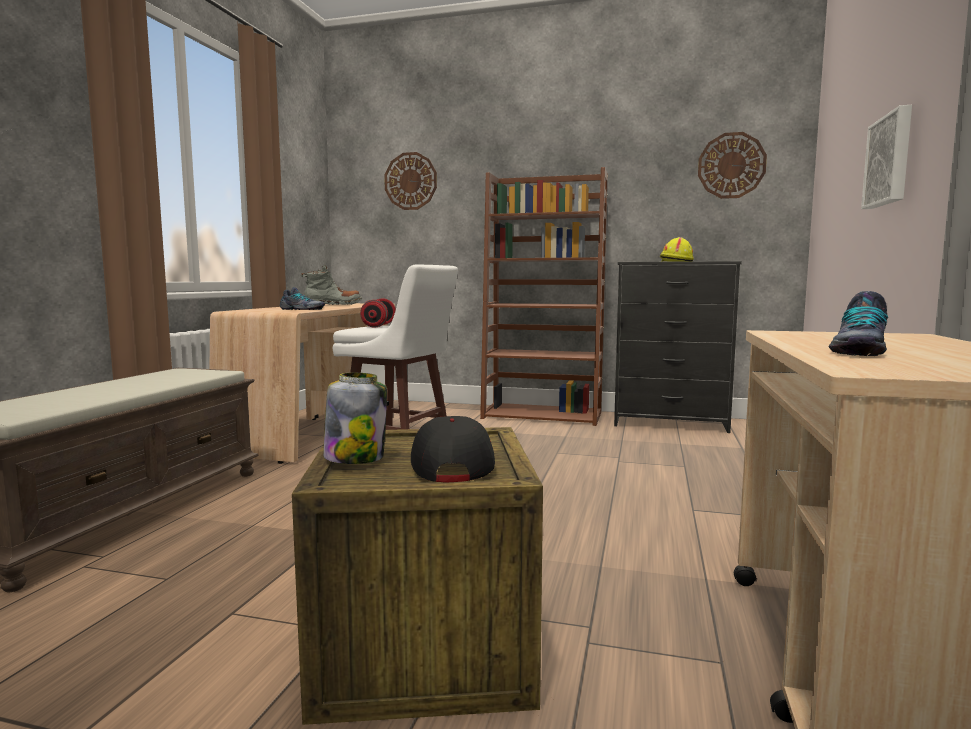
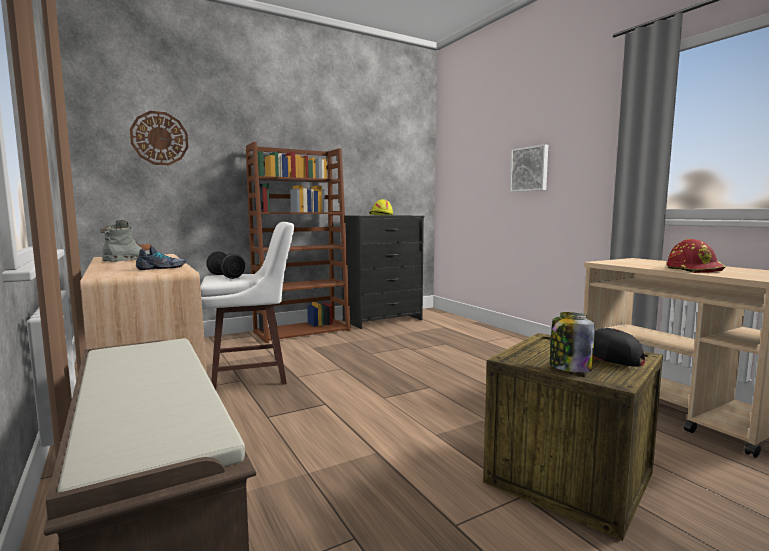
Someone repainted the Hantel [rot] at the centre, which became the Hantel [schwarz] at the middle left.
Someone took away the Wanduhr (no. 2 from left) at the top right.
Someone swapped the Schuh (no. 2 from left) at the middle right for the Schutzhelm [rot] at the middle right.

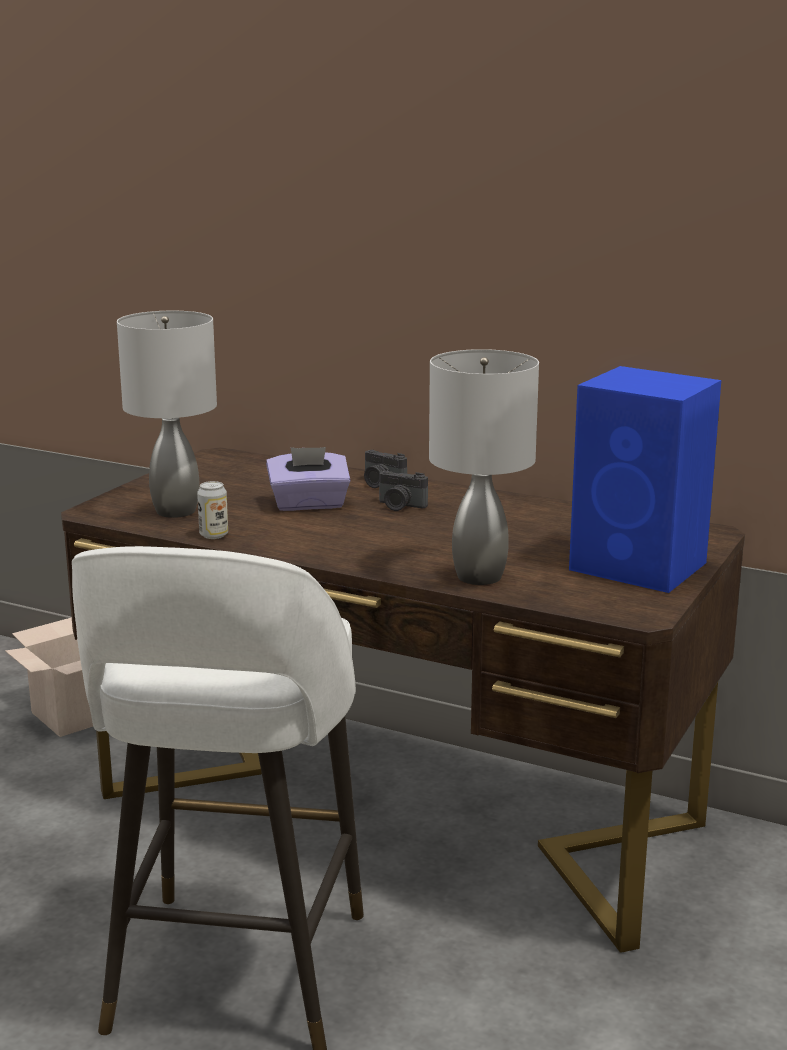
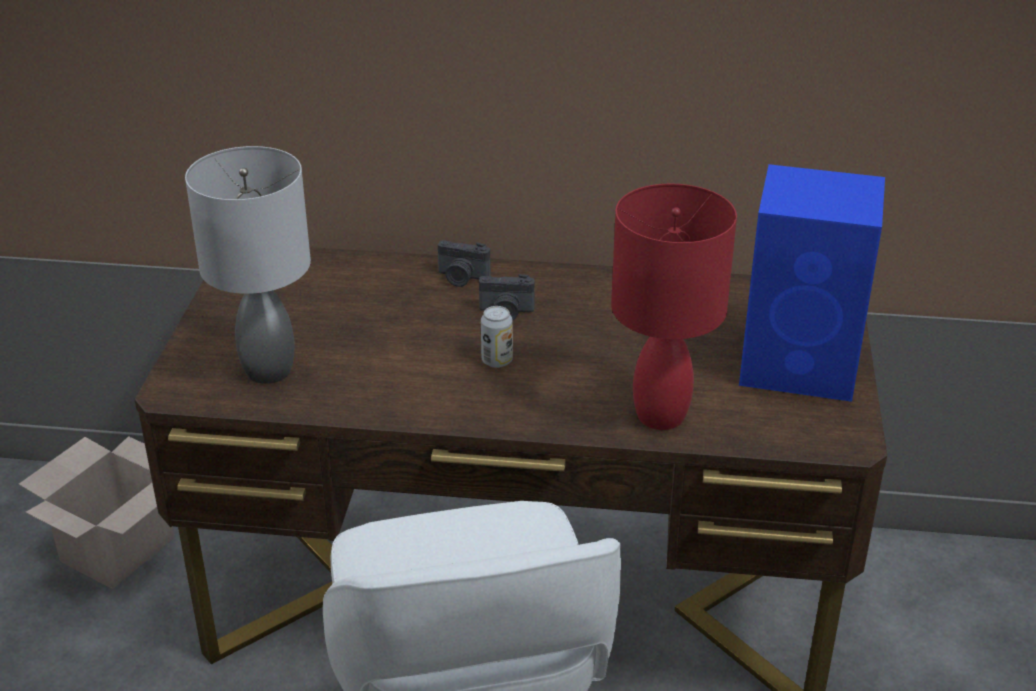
Someone carried the Dose from the middle left to the centre.
Someone took away the Taschentuchbox [lila] at the centre.
Someone repainted the Tischlampe [grau] (no. 2 from left) at the centre, which became the Tischlampe [rot] at the centre.

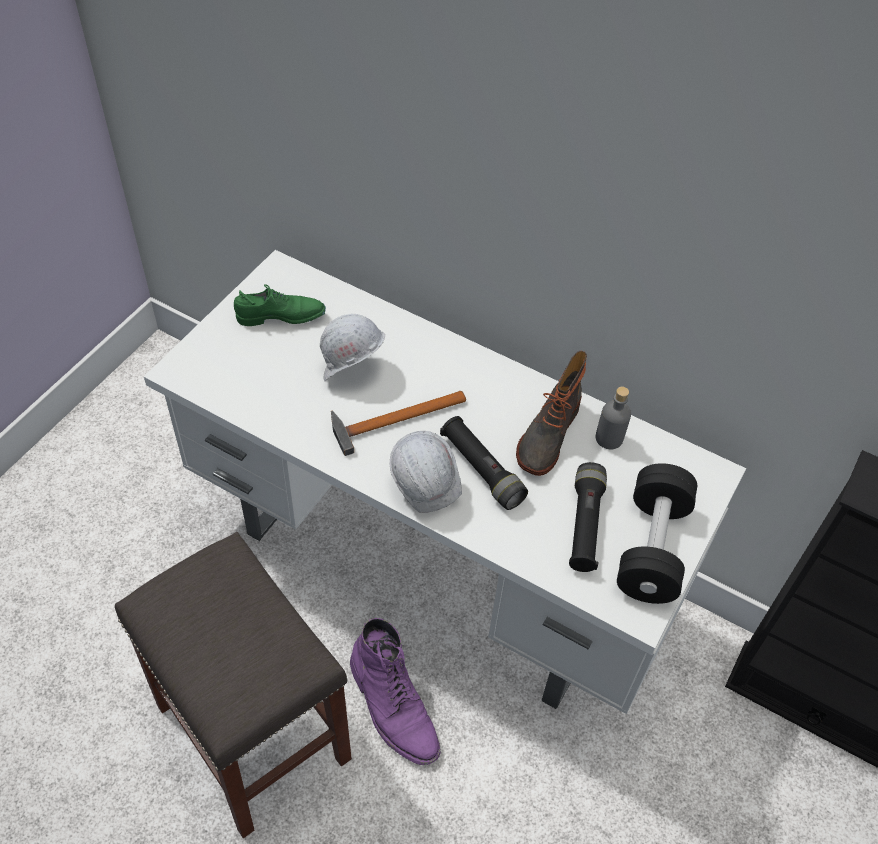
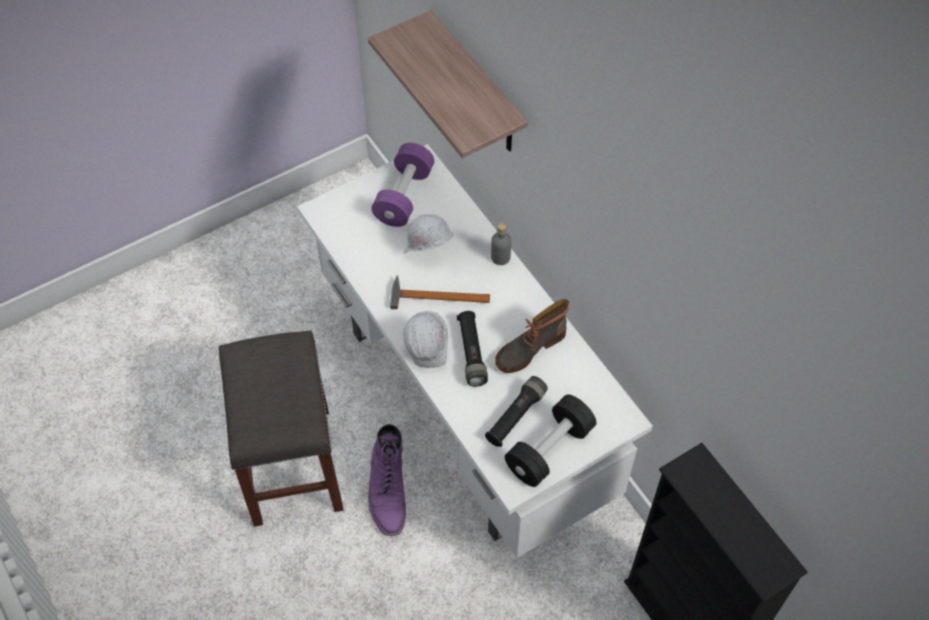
Someone swapped the Schuh [grün] at the middle left for the Hantel [lila] at the top centre.
Someone carried the Flasche [grau] from the middle right to the centre.
Someone put up the Wandregal at the top centre.

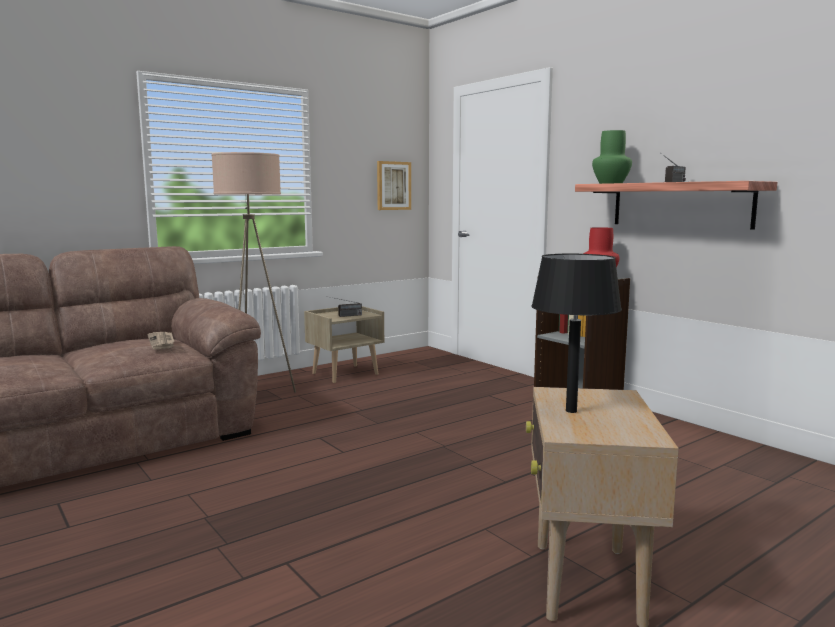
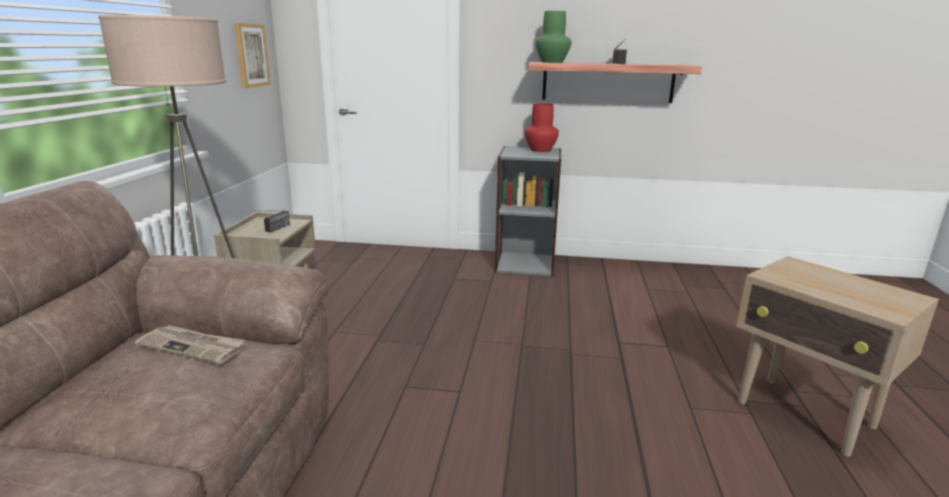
Someone took away the Tischlampe [schwarz] at the middle right.

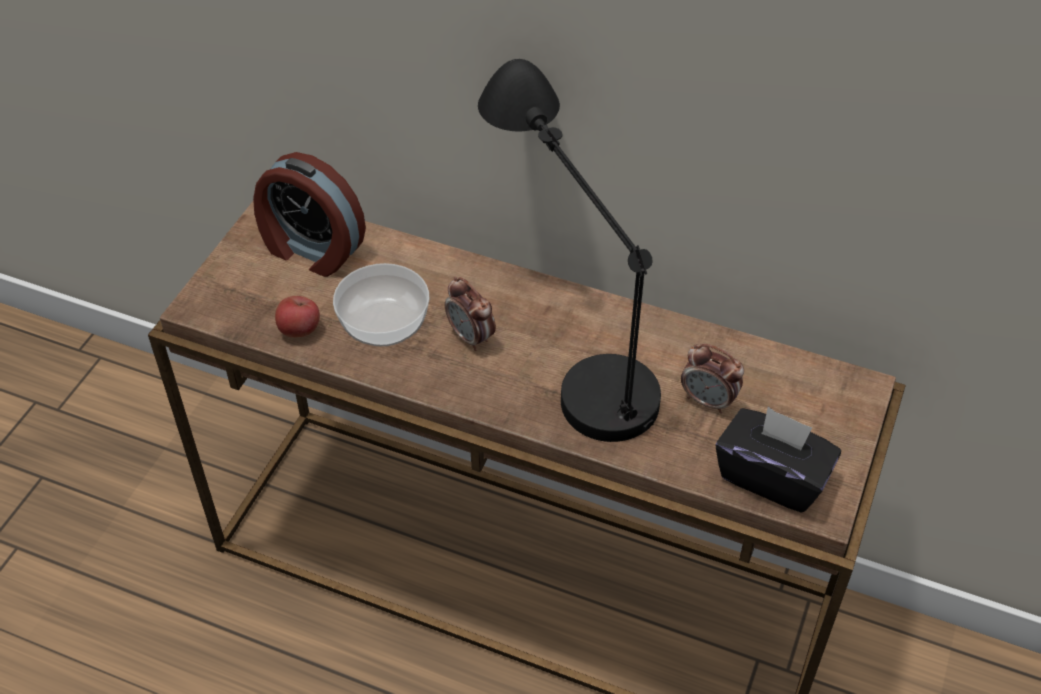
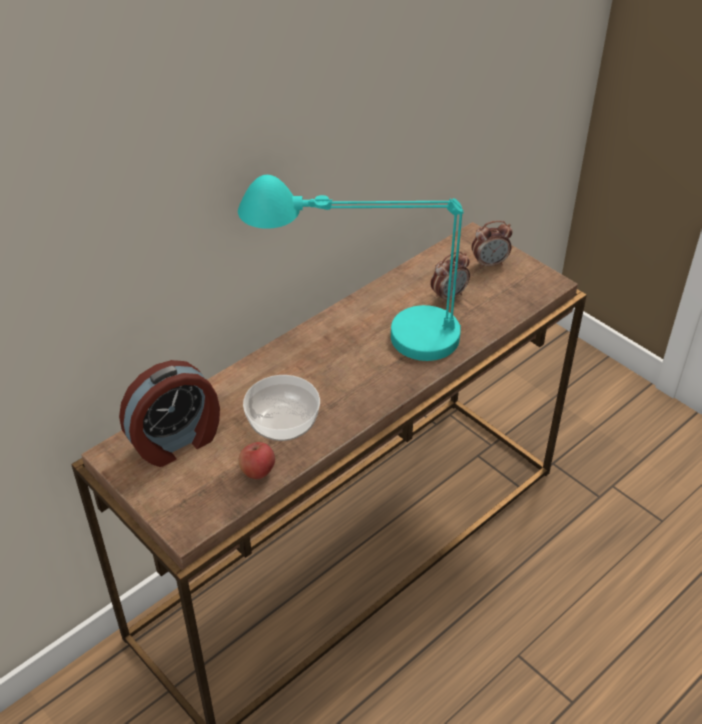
Someone carried the Wecker (no. 2 from left in the first image) from the centre to the middle right.
Someone repainted the Tischlampe [schwarz] at the centre, which became the Tischlampe [türkis] at the centre.
Someone took away the Taschentuchbox [schwarz] at the middle right.

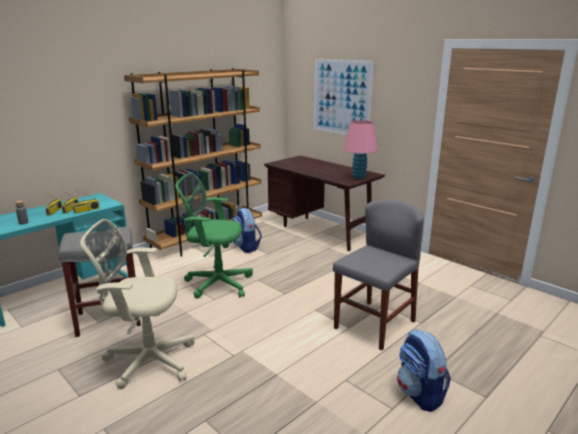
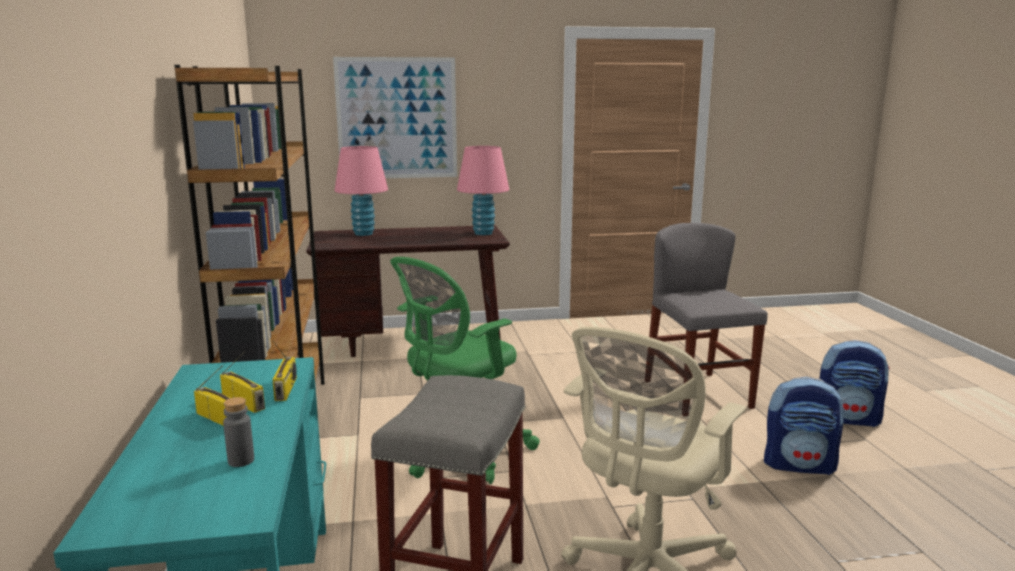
Someone carried the Rucksack (no. 1 from left) from the centre to the bottom right.
Someone put down the Tischlampe [rosa] (no. 1 from left) at the centre.

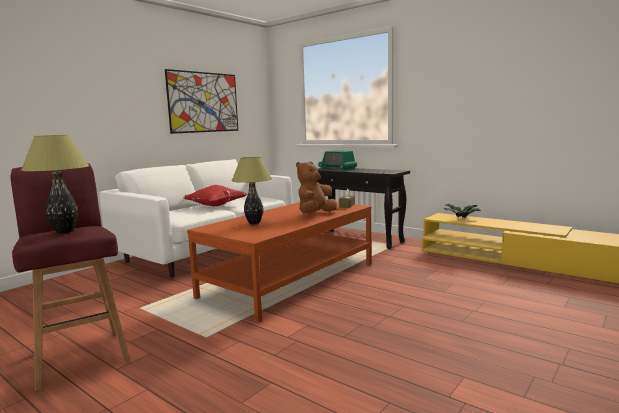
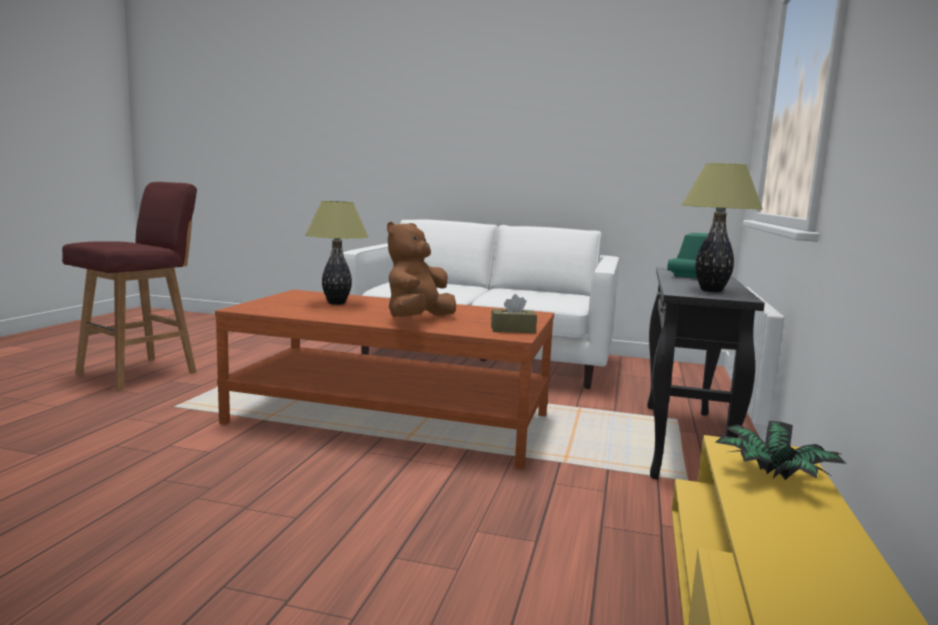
Someone carried the Tischlampe (no. 1 from left in the first image) from the middle left to the middle right.
Someone took away the Bild at the top left.
Someone took away the Kissen [rot] at the centre.
Someone rotated the Plüschtier [braun] at the centre by 75 degrees counterclockwise.

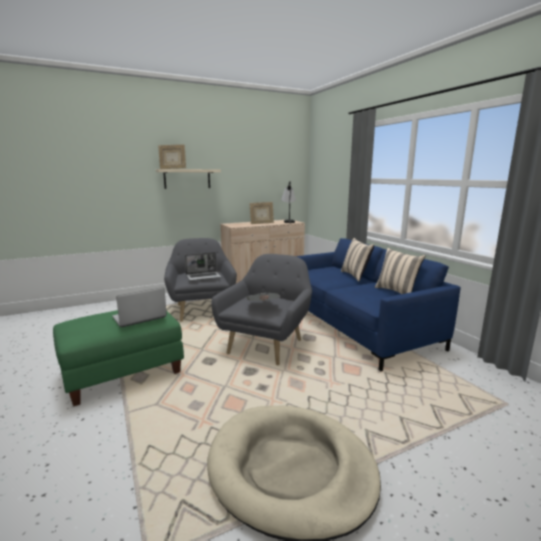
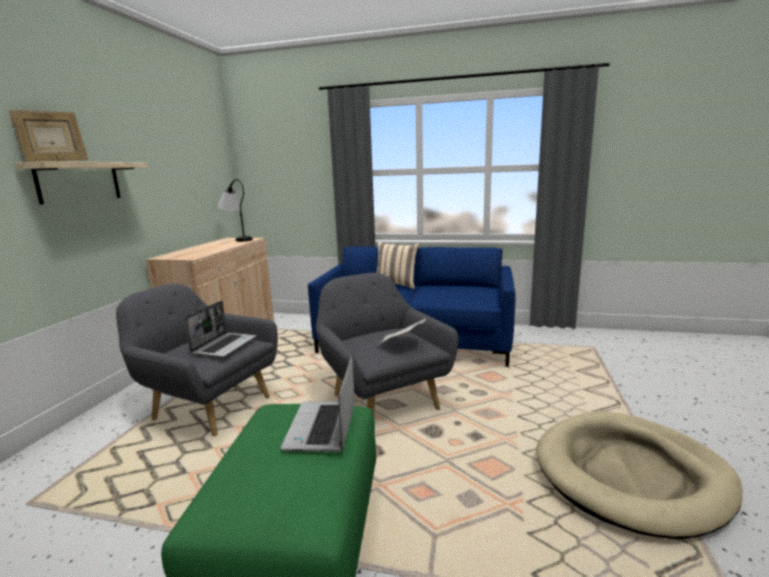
Someone took away the Bilderrahmen (no. 2 from left) at the centre.
Someone took away the Kissen [beige] (no. 2 from left) at the middle right.

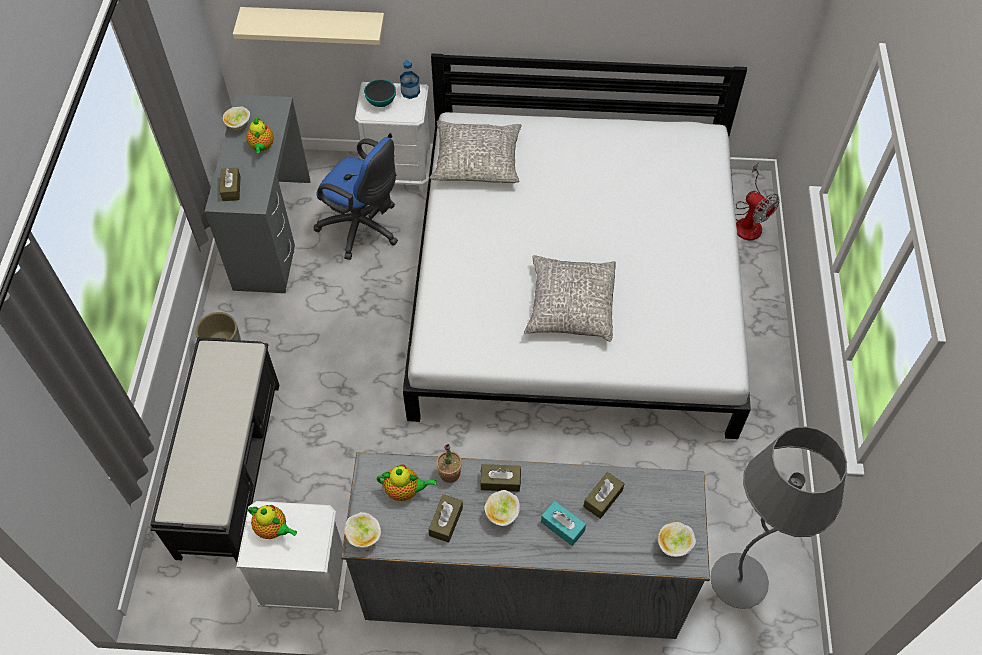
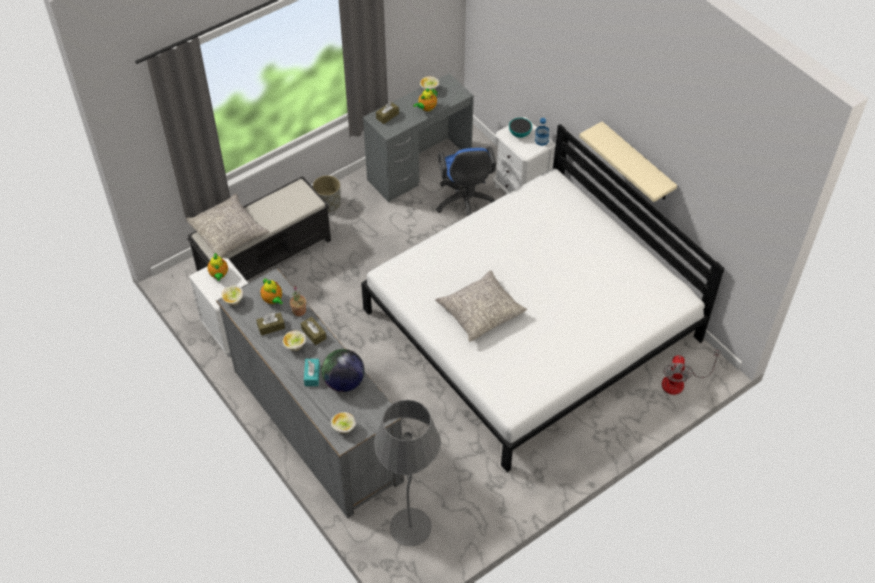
Someone carried the Wandregal [beige] from the top left to the top right.
Someone carried the Kissen [grau] (no. 1 from left) from the top centre to the middle left.
Someone swapped the Taschentuchbox [braun] (no. 4 from left) at the bottom centre for the Globus at the centre.

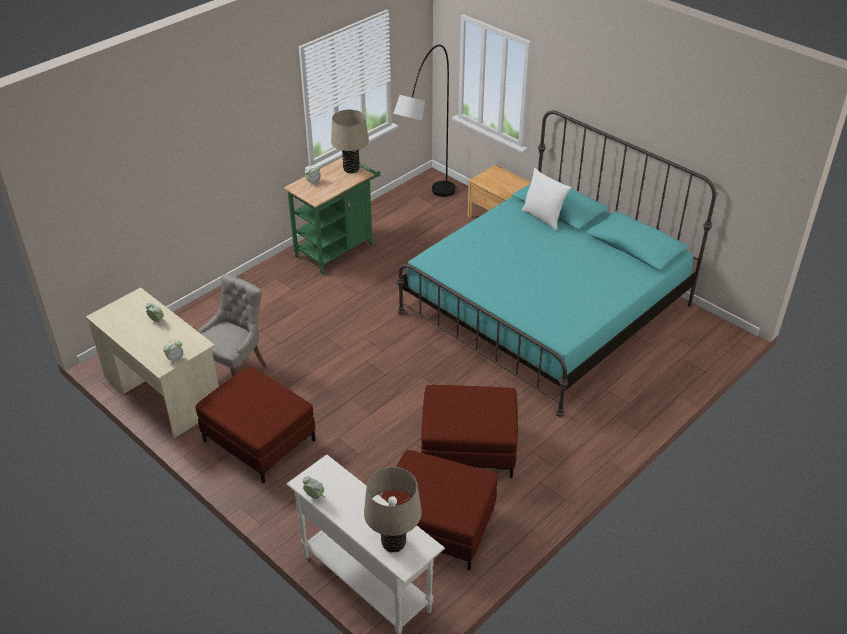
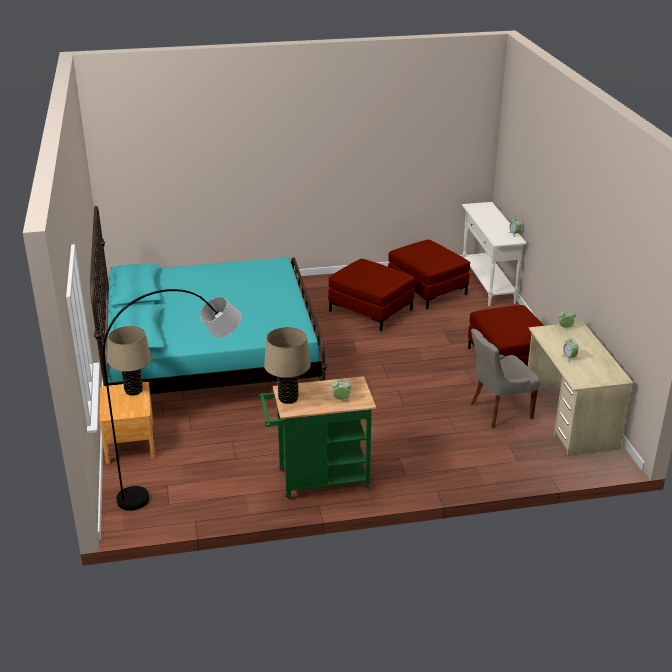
Someone carried the Tischlampe [beige] (no. 2 from left in the first image) from the bottom centre to the middle left.
Someone took away the Kissen [weiß] at the top centre.

